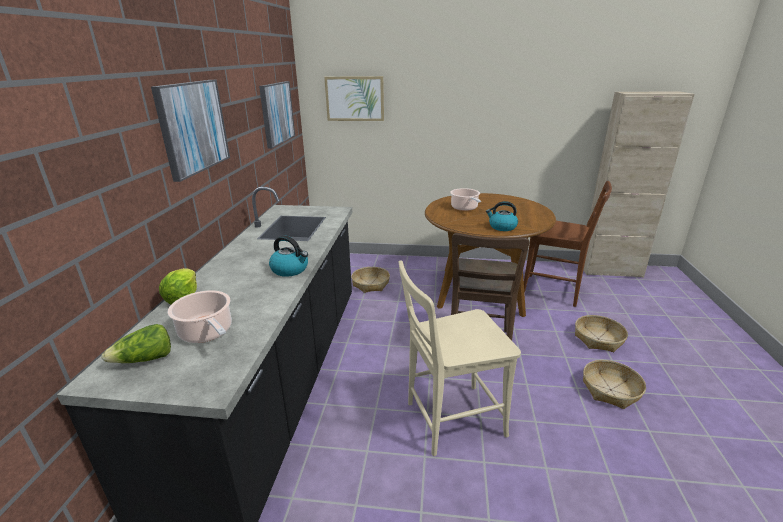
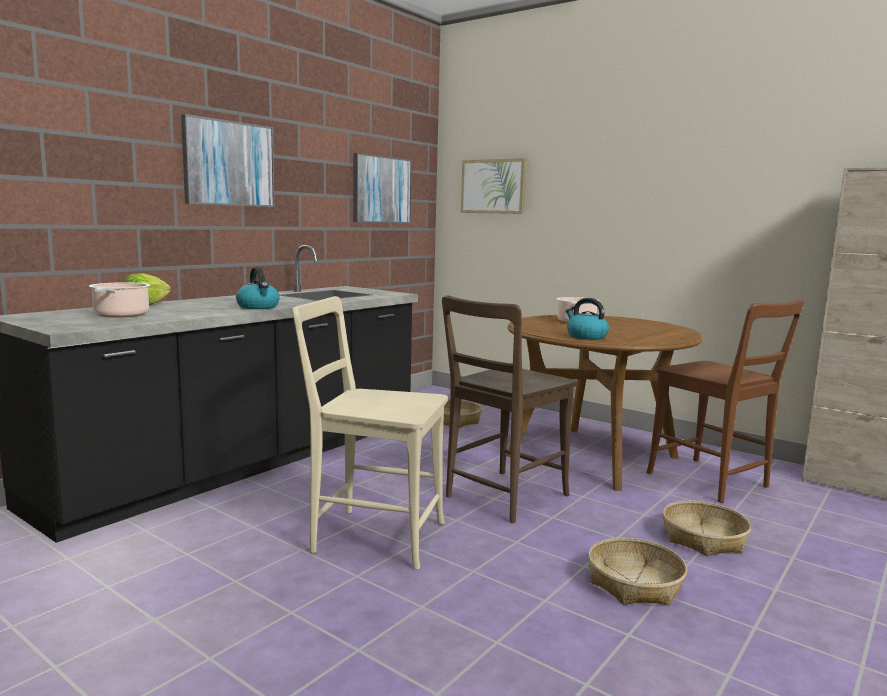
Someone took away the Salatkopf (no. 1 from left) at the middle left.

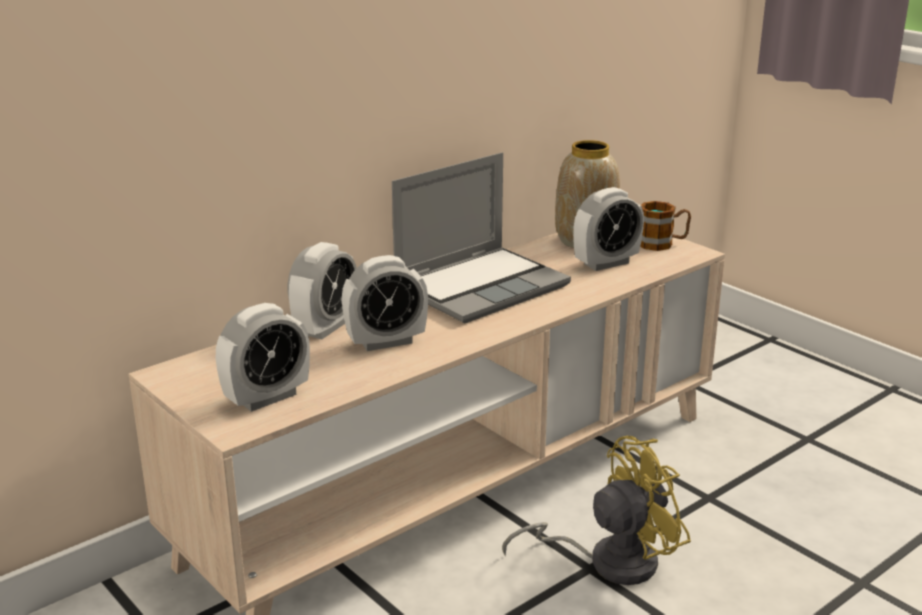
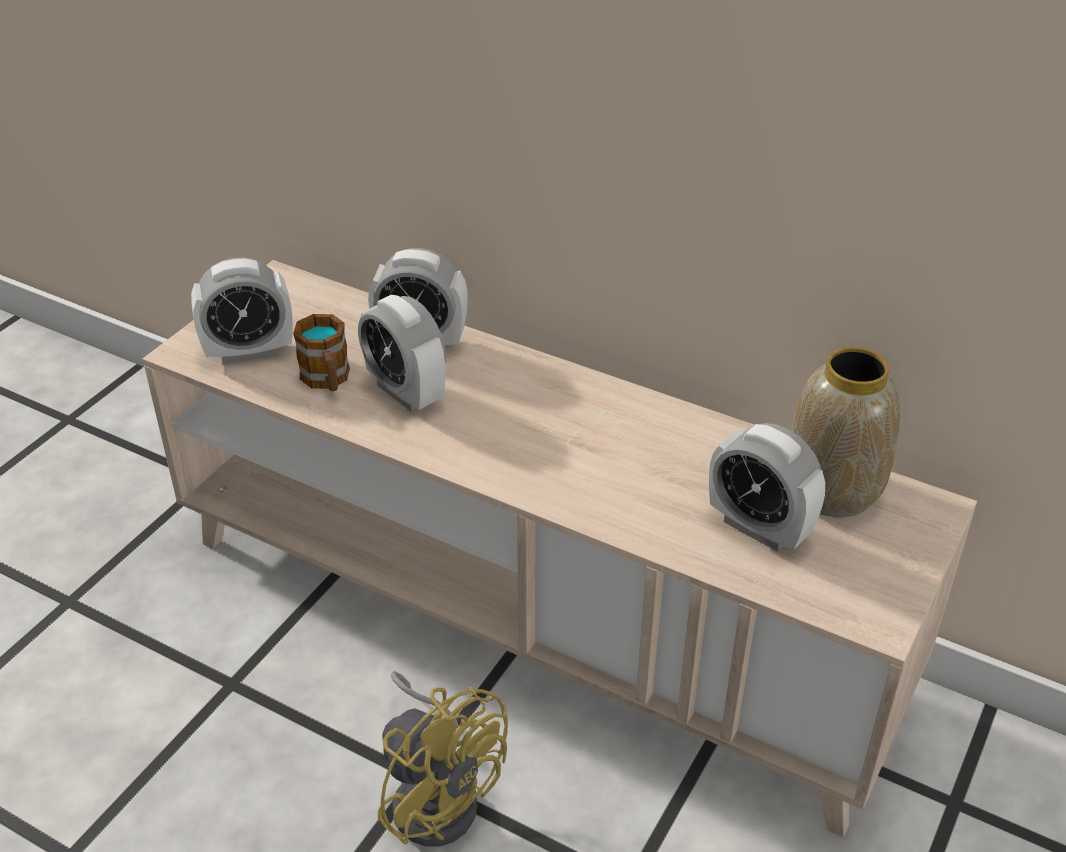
Someone rotated the Wecker (no. 1 from left) at the middle left by 45 degrees counterclockwise.
Someone took away the Laptop at the centre.
Someone carried the Henkelbecher from the middle right to the middle left.

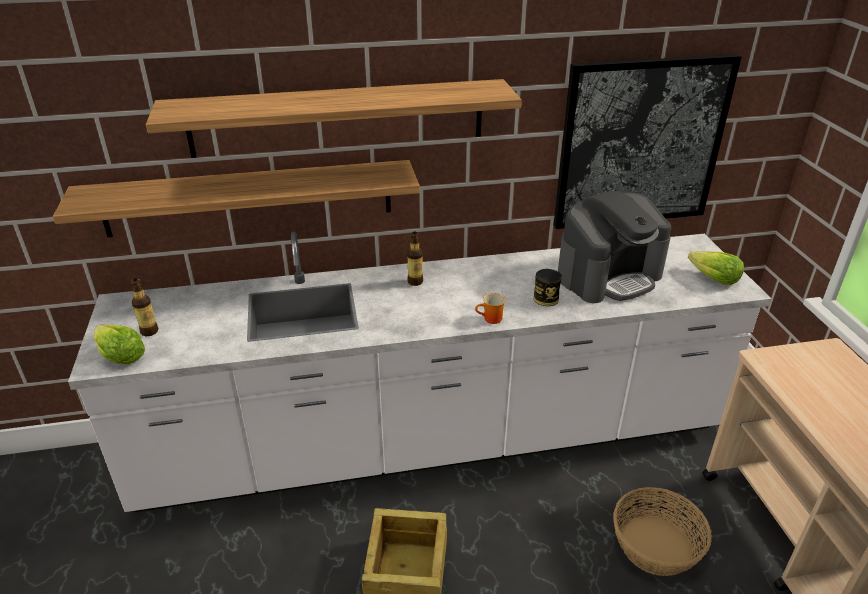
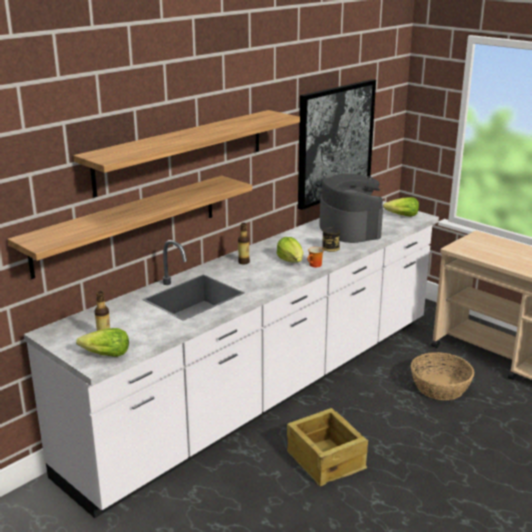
Someone rotated the Kaffeemaschine at the middle right by 45 degrees counterclockwise.
Someone put down the Salatkopf (no. 2 from left) at the centre.

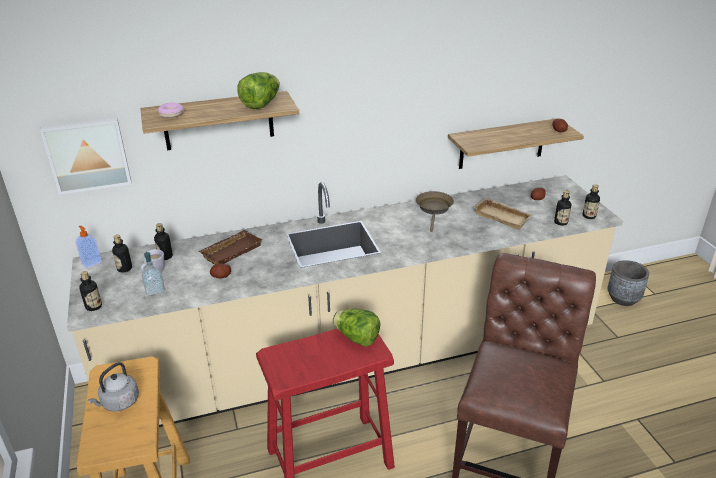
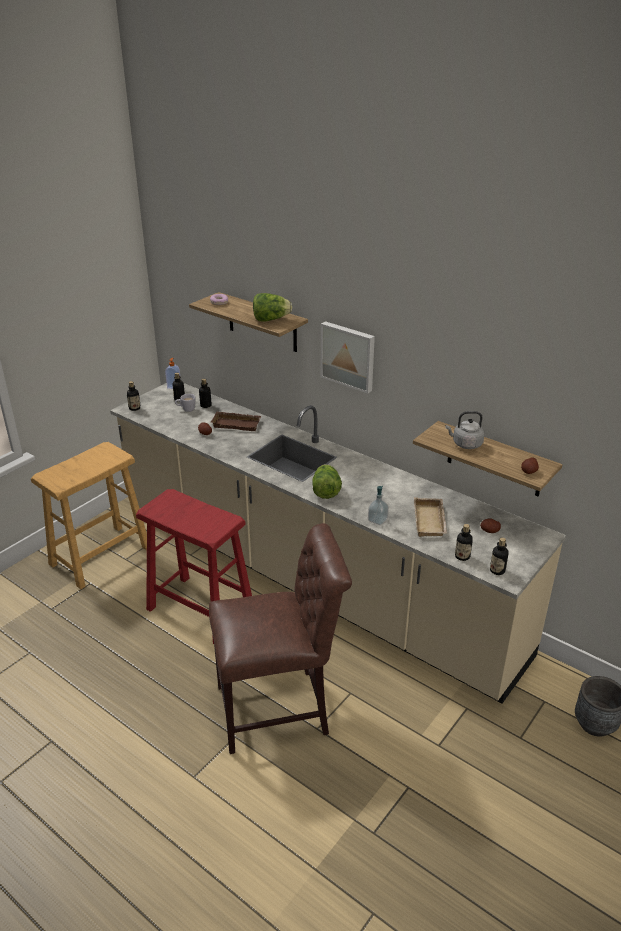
Someone carried the Bild from the top left to the centre.
Someone carried the Wasserkessel [grau] from the bottom left to the middle right.
Someone carried the Seifenspender (no. 2 from left) from the middle left to the centre.
Someone carried the Salatkopf (no. 2 from left) from the bottom centre to the centre.
Someone took away the Pfanne [braun] at the centre.

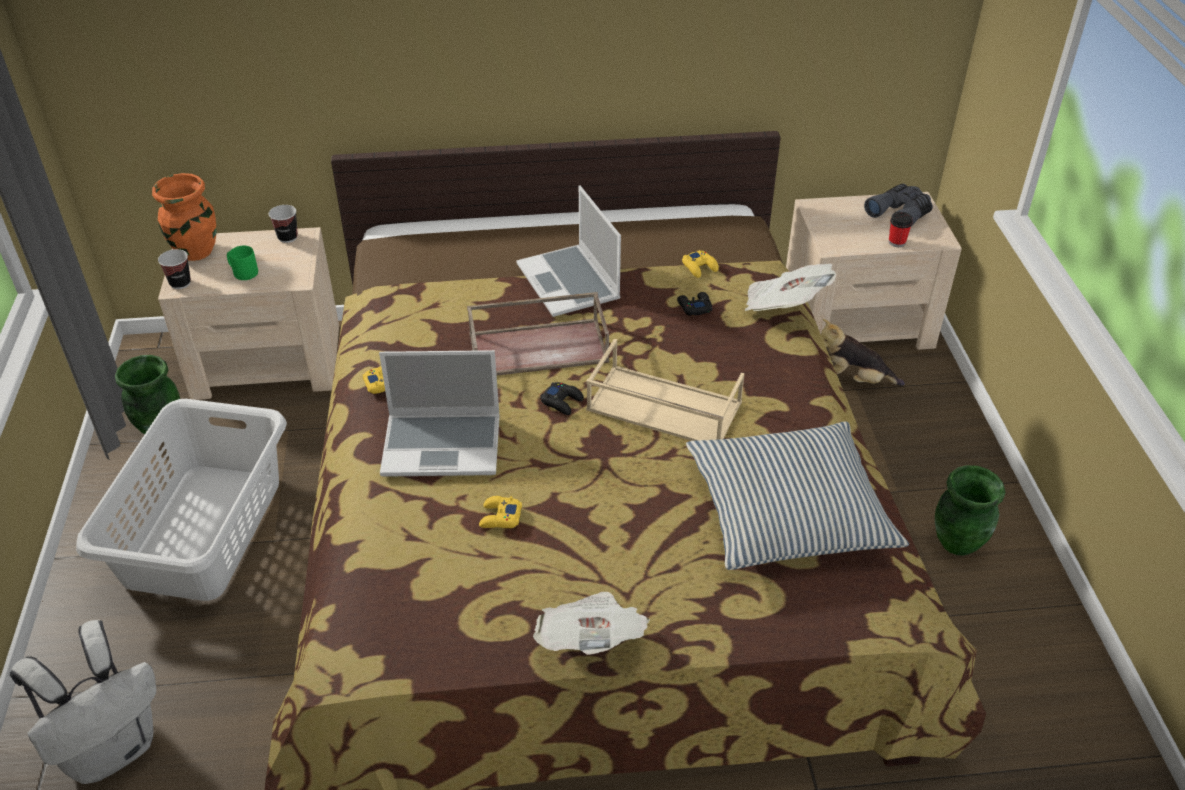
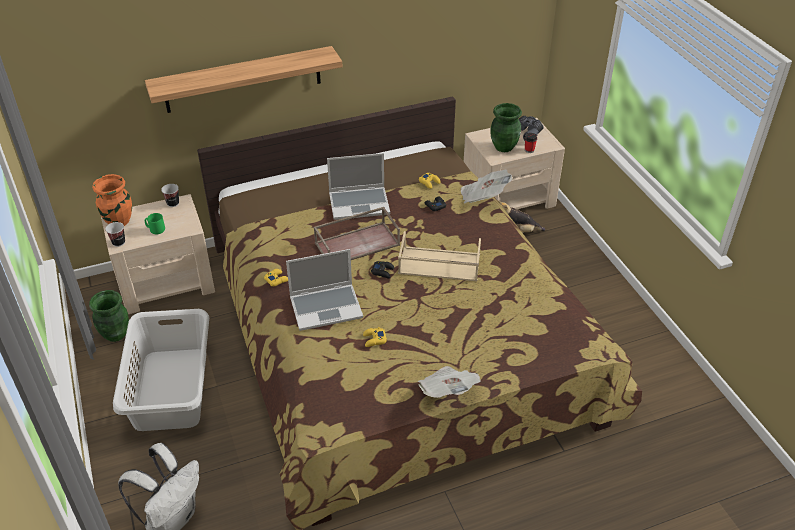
Someone rotated the Laptop (no. 2 from left) at the top centre by 60 degrees counterclockwise.
Someone took away the Kissen at the middle right.
Someone carried the Vase [grün] (no. 2 from left) from the middle right to the top centre.
Someone put up the Wandregal at the top left.

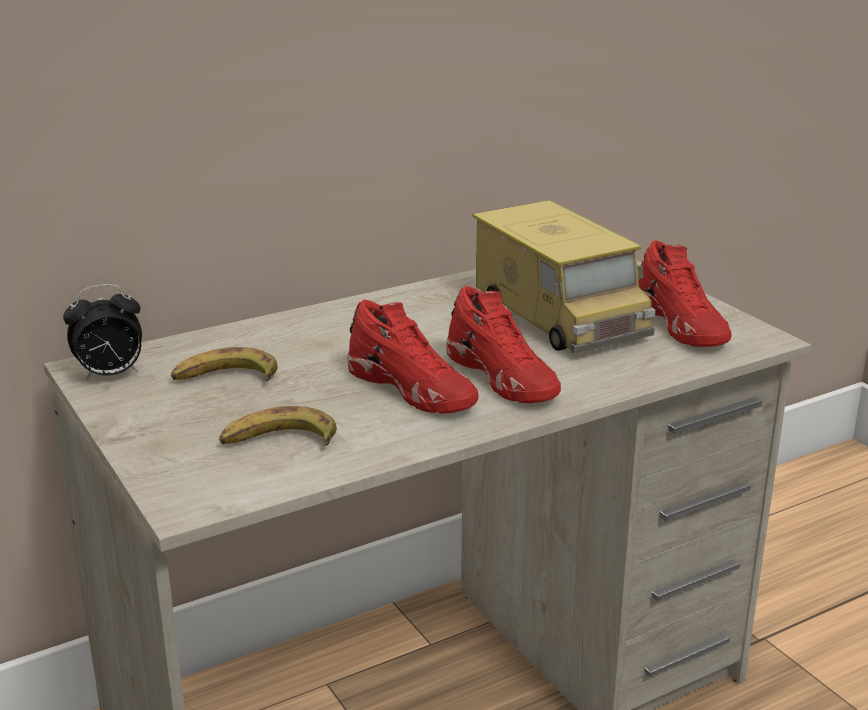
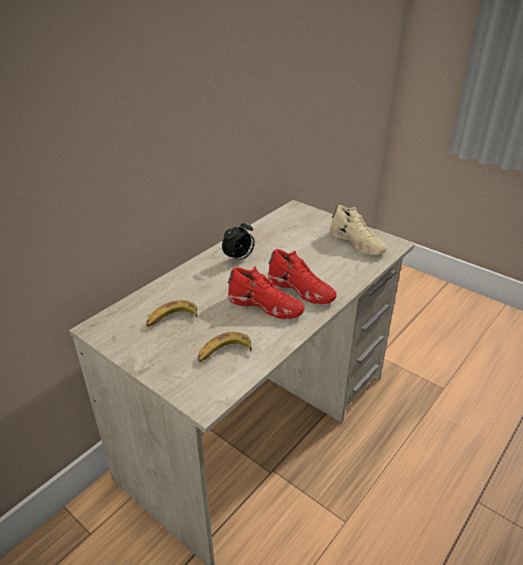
Someone carried the Wecker from the middle left to the centre.
Someone took away the Spielzeuglaster at the centre.
Someone repainted the Schuh [rot] (no. 3 from left) at the middle right, which became the Schuh [beige] at the middle right.

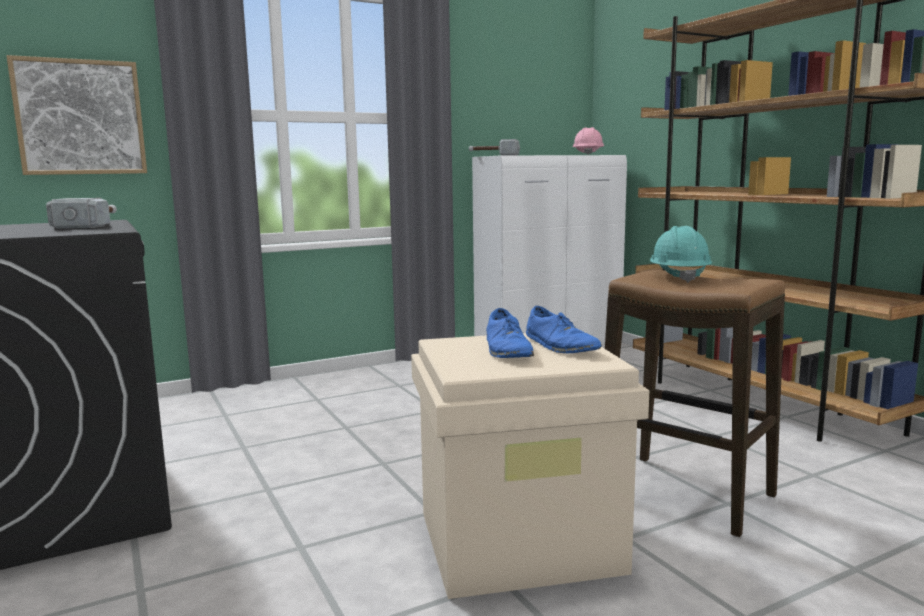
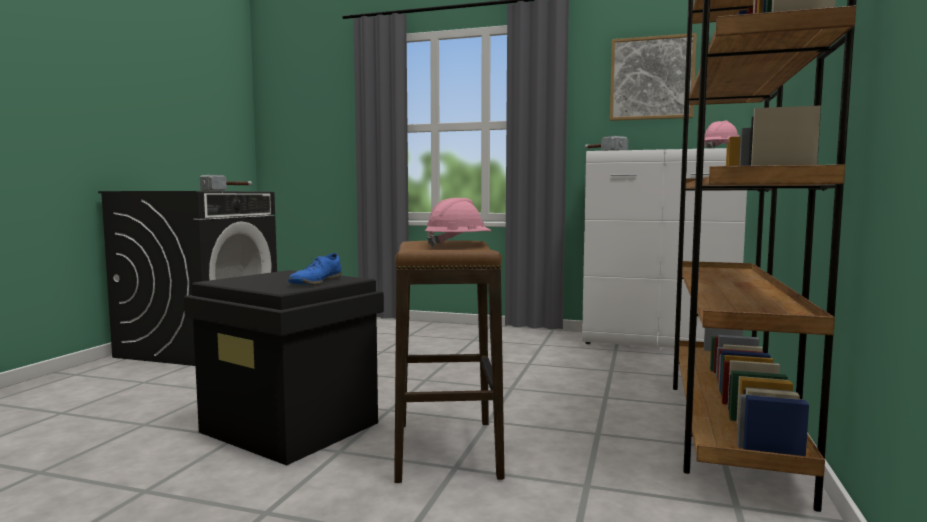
Someone carried the Bild from the top left to the top right.
Someone repainted the Aufbewahrungsbox [beige] at the bottom centre, which became the Aufbewahrungsbox [schwarz] at the bottom left.
Someone took away the Schuh [blau] (no. 1 from left) at the centre.
Someone repainted the Schutzhelm [türkis] at the middle right, which became the Schutzhelm [rosa] (no. 1 from left) at the centre.

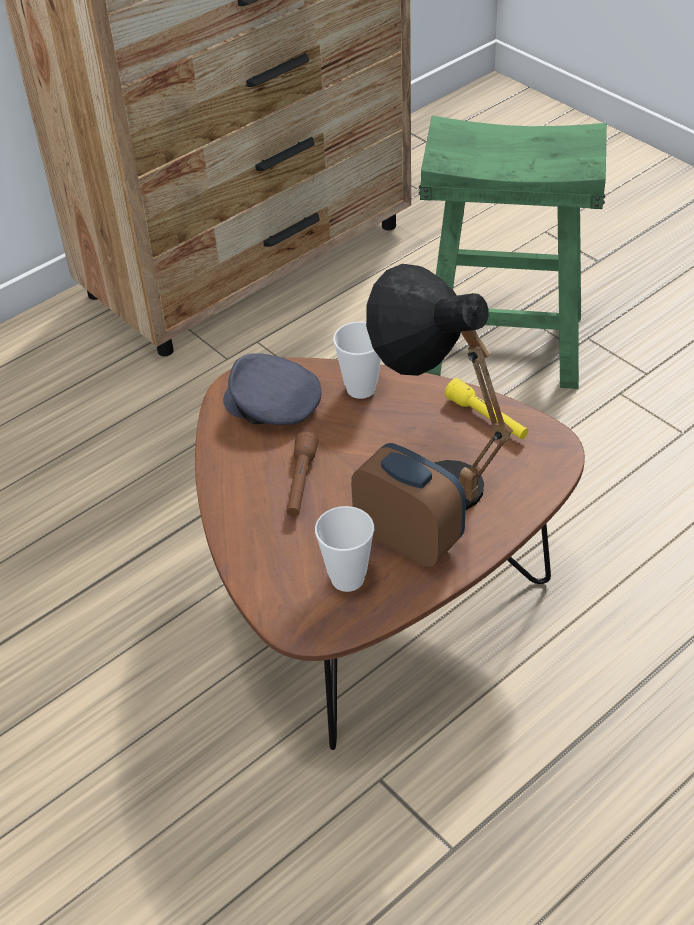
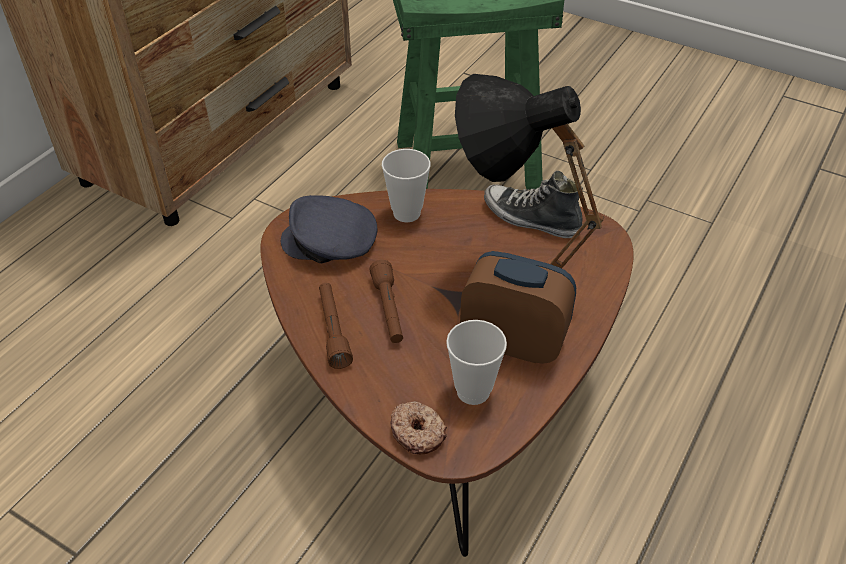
Someone swapped the Taschenlampe [gelb] at the middle right for the Schuh at the centre.
Someone put down the Taschenlampe [braun] (no. 1 from left) at the centre.
Someone put down the Donut at the bottom centre.

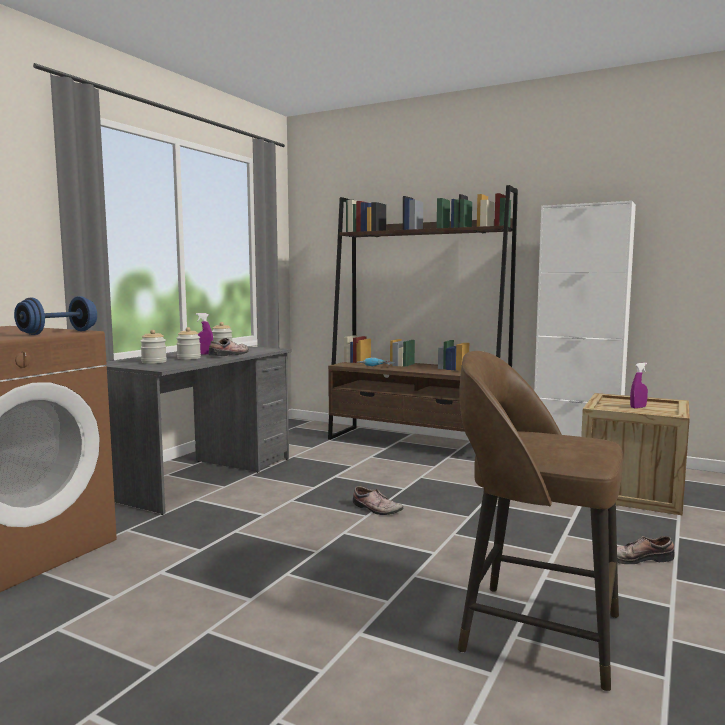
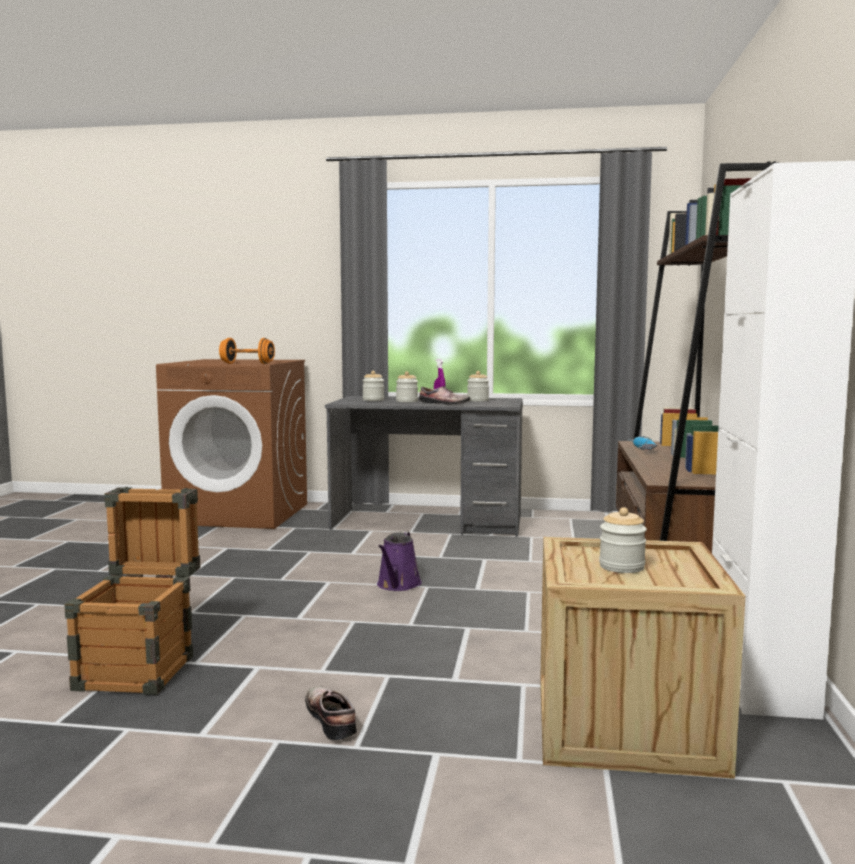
Someone repainted the Hantel [blau] at the middle left, which became the Hantel [orange] at the middle left.
Someone swapped the Schuh (no. 2 from left) at the bottom centre for the Gießkanne [lila] at the centre.
Someone swapped the Hocker [braun] at the bottom right for the Kiste (no. 1 from left) at the bottom left.
Someone swapped the Sprühflasche [lila] (no. 2 from left) at the middle right for the Vorratsglas (no. 4 from left) at the middle right.

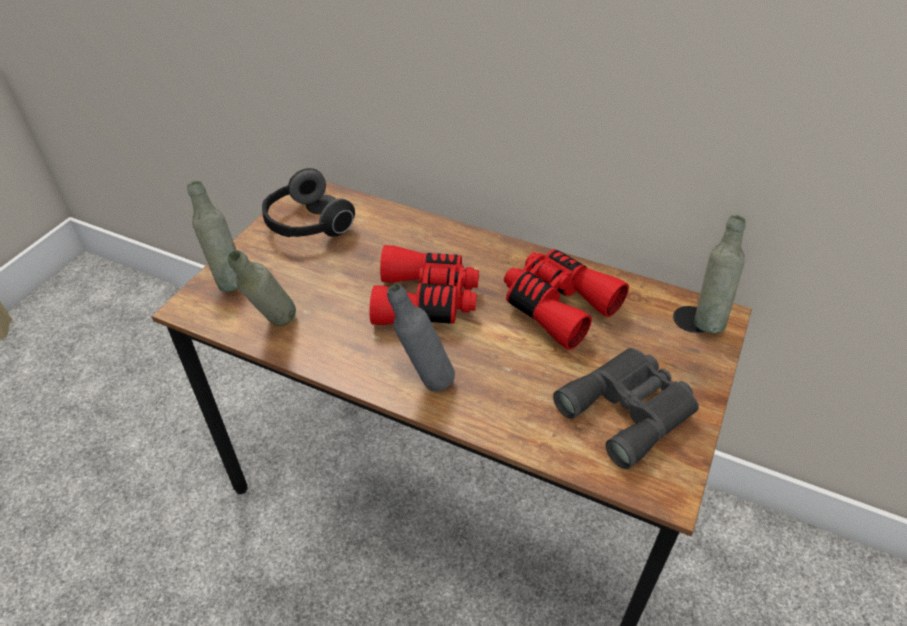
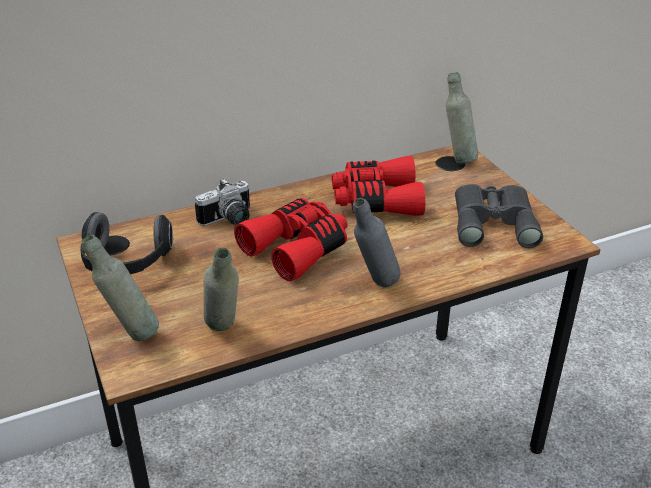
Someone put down the Kamera at the centre.

